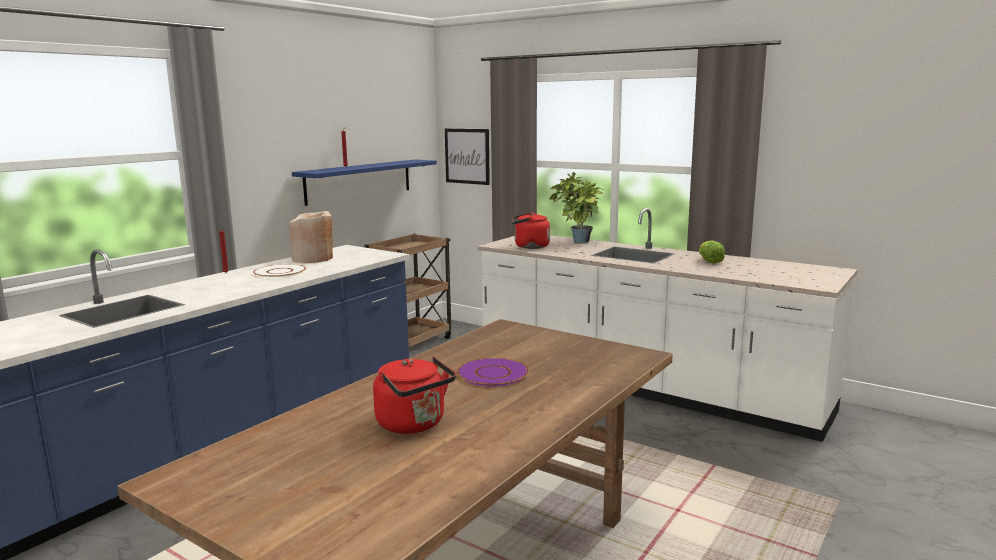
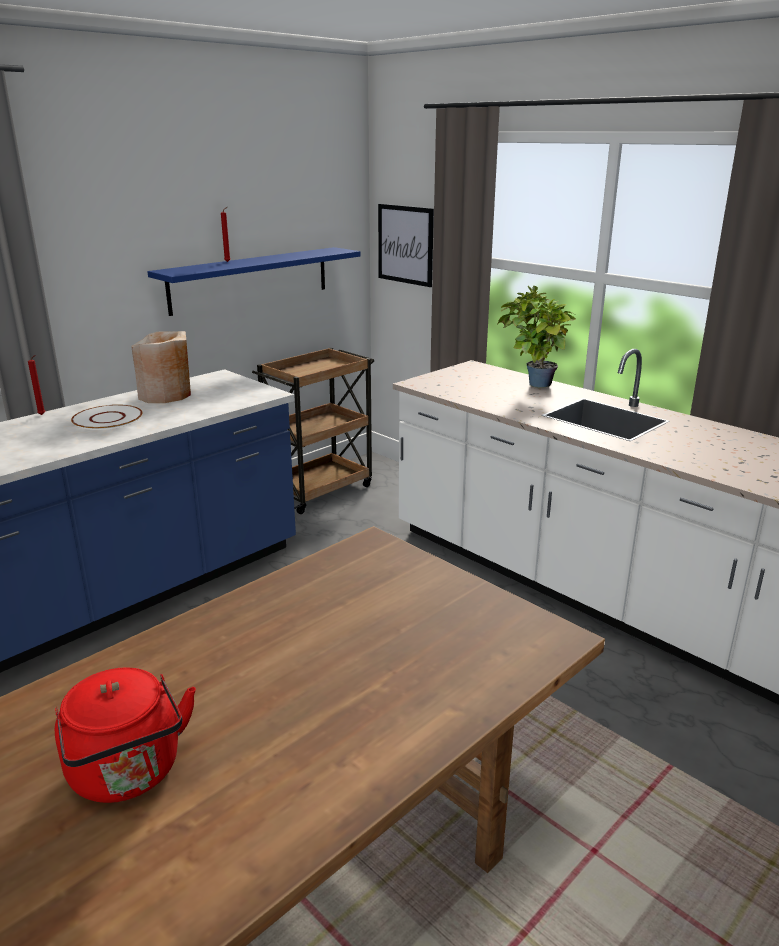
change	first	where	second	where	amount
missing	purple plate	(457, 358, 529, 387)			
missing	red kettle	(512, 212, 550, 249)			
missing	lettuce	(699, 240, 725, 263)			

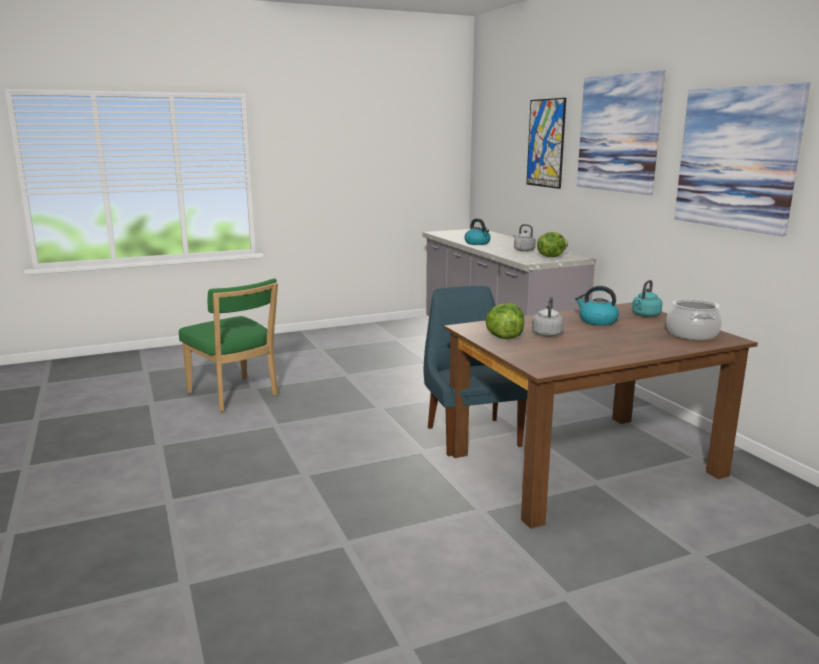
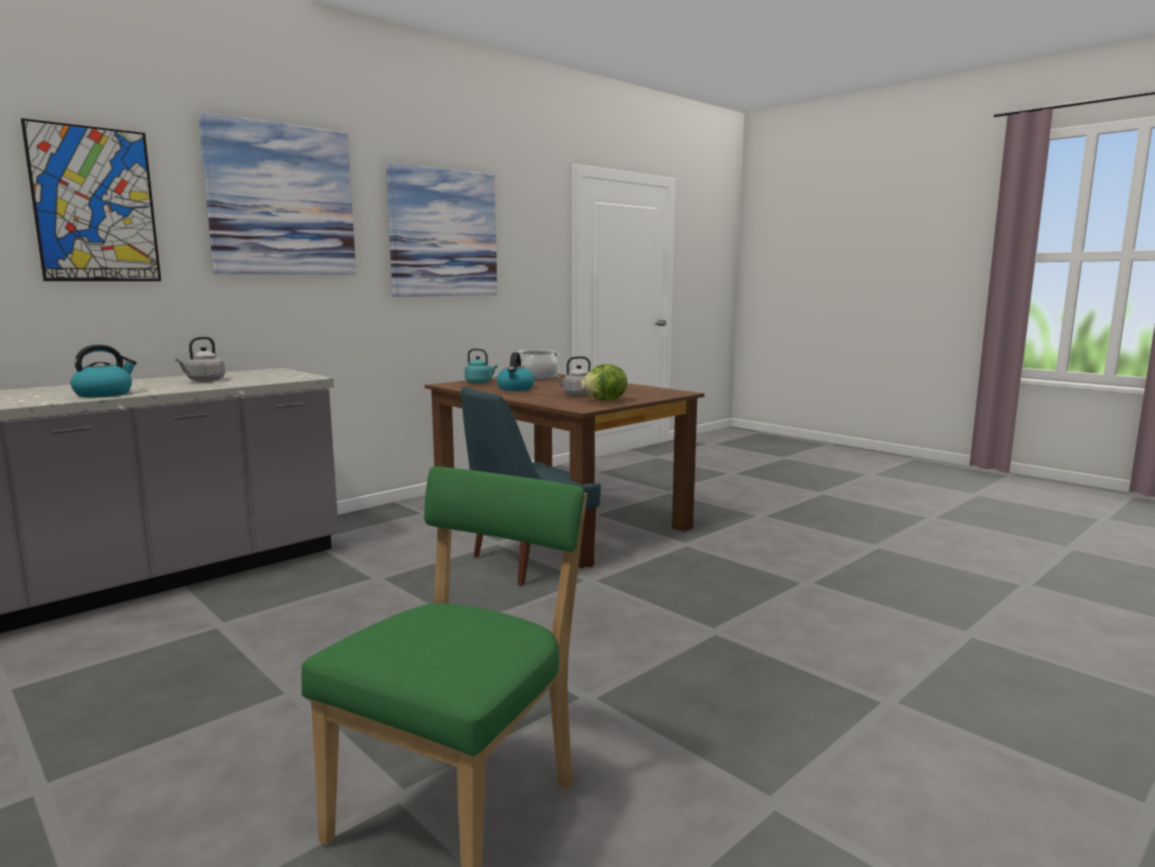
change	first	where	second	where	amount
missing	lettuce	(537, 232, 568, 257)			

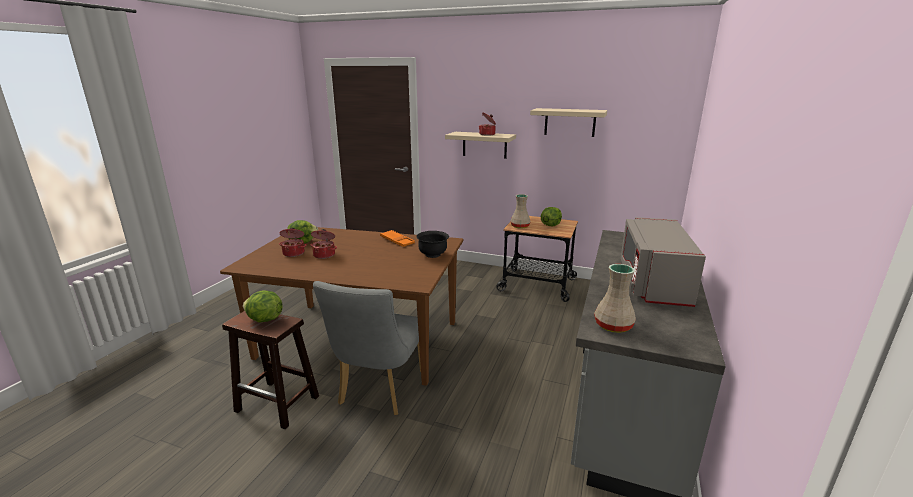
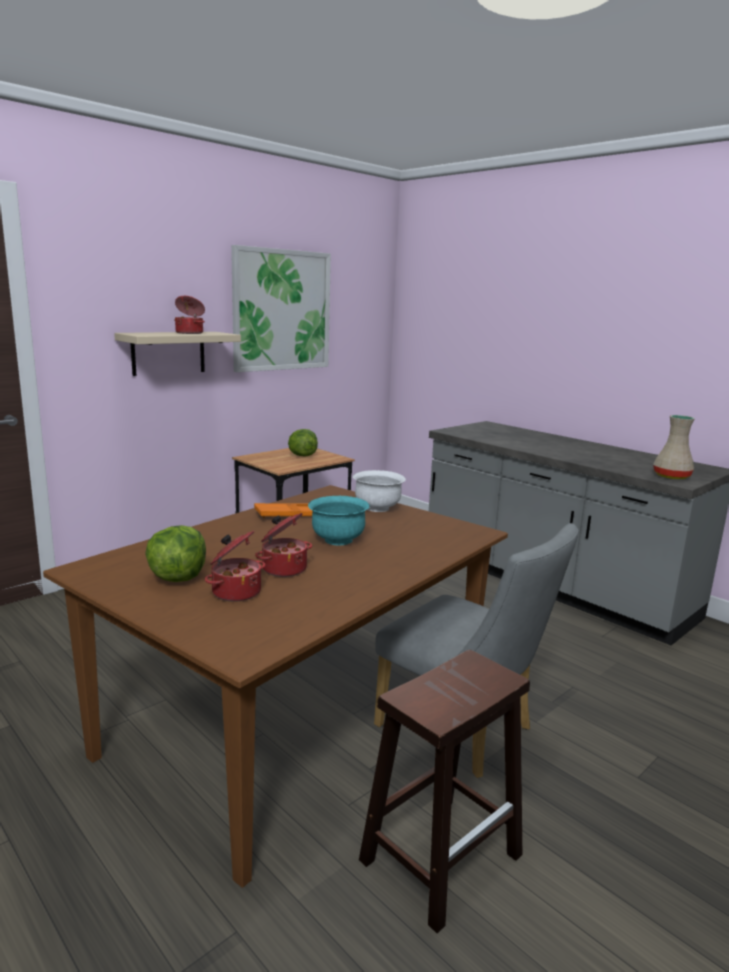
change	first	where	second	where	amount
missing	lettuce	(243, 291, 283, 323)			
colour	black bowl	(416, 231, 449, 258)	white bowl	(353, 470, 406, 512)	
missing	beige vase	(511, 194, 531, 229)			
exchanged	beige shelf	(530, 108, 607, 137)	picture	(231, 245, 331, 372)	
missing	grey microwave	(621, 217, 706, 307)			
appeared			turquoise bowl	(308, 496, 370, 545)	

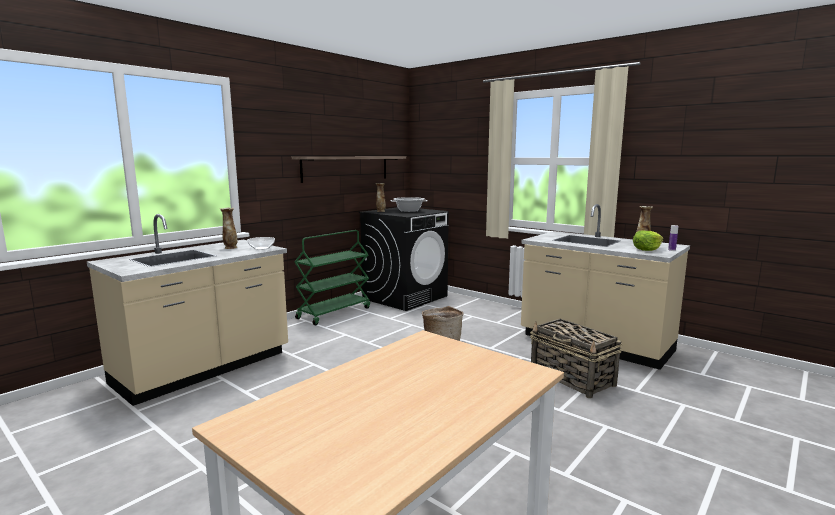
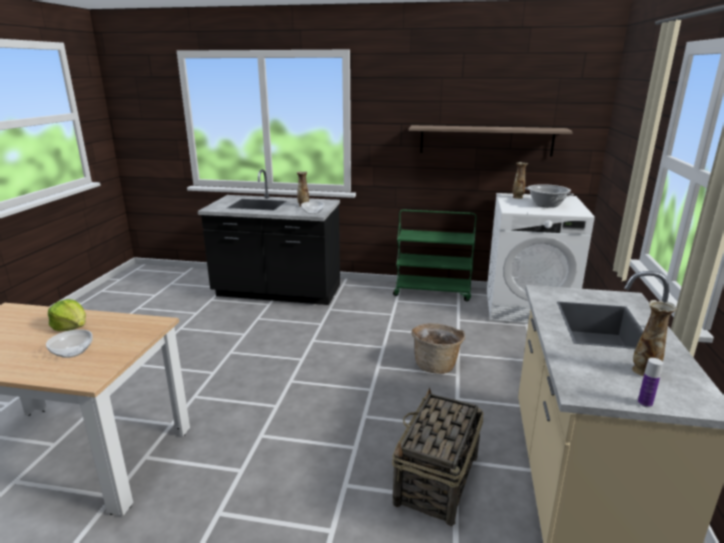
change	first	where	second	where	amount
colour	beige counter	(87, 214, 288, 406)	black counter	(198, 169, 340, 305)	
colour	black washing machine	(359, 207, 449, 311)	white washing machine	(487, 193, 595, 324)	
relocated	lettuce	(633, 230, 664, 251)		(48, 299, 86, 331)	
appeared			bowl	(46, 329, 93, 358)	

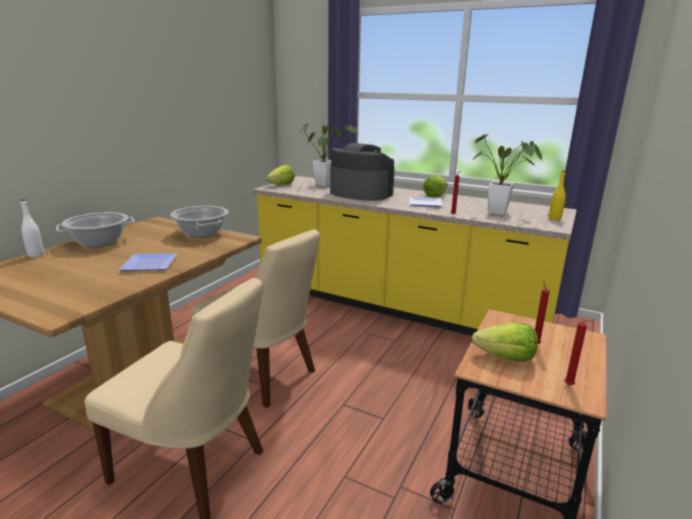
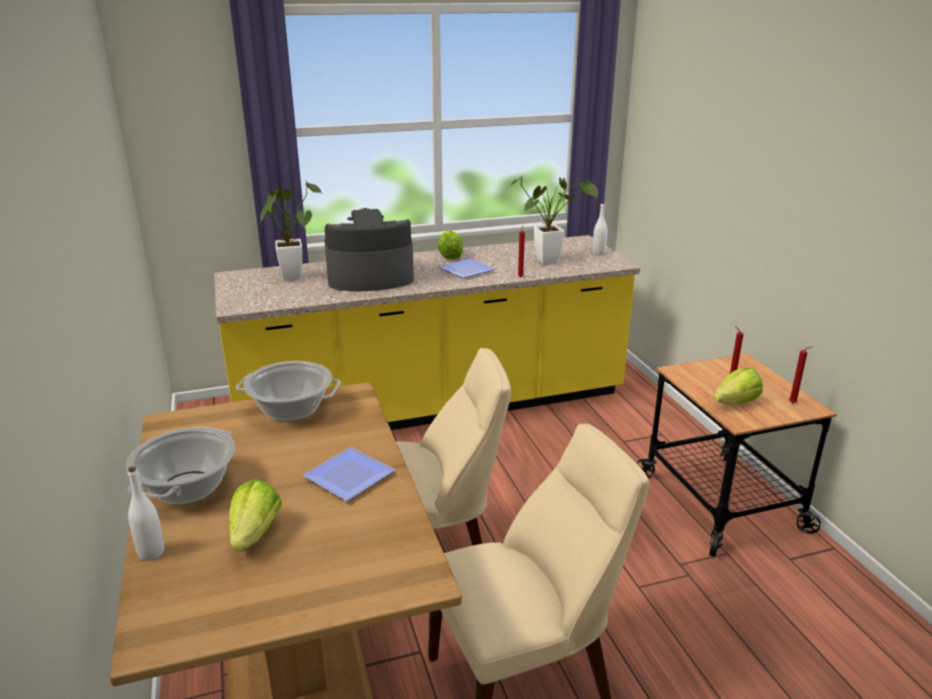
change	first	where	second	where	amount
relocated	lettuce	(266, 165, 295, 185)		(229, 479, 282, 552)	
colour	yellow bottle	(549, 171, 566, 220)	white bottle	(592, 202, 607, 255)	

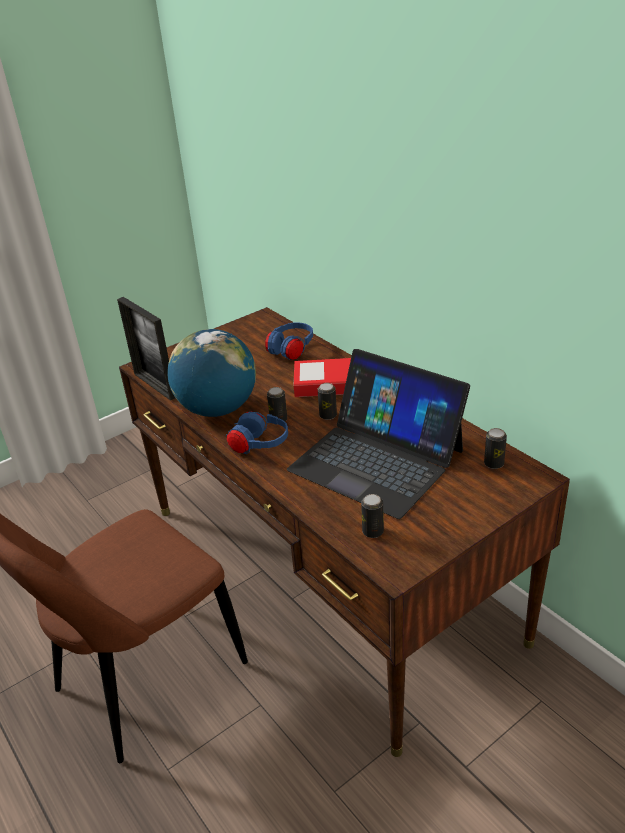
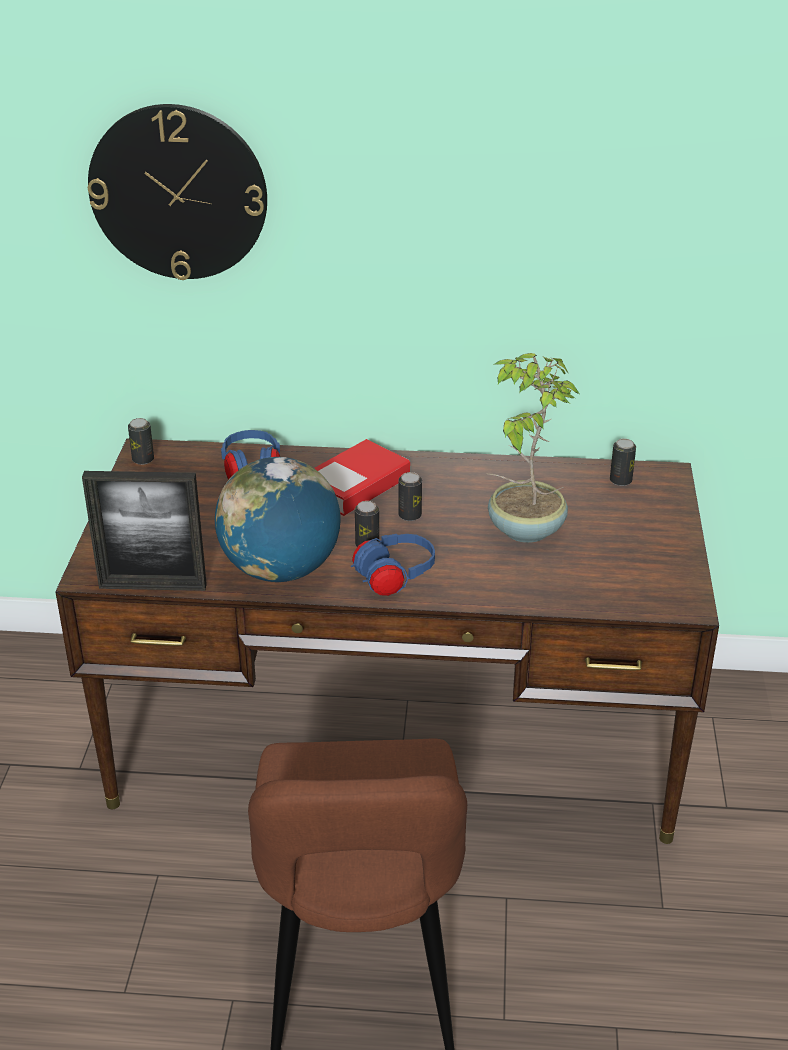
change	first	where	second	where	amount
exchanged	laptop	(287, 349, 470, 519)	potted plant	(488, 353, 581, 543)	
relocated	can	(361, 494, 384, 538)		(128, 418, 154, 465)	
appeared			wall clock	(88, 104, 267, 280)	

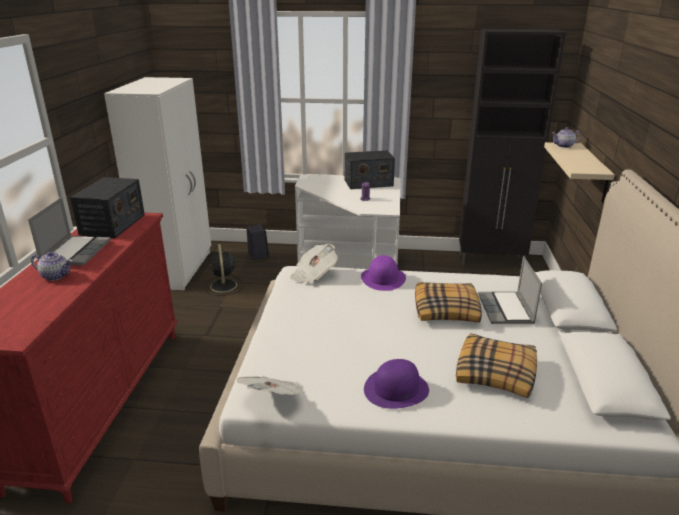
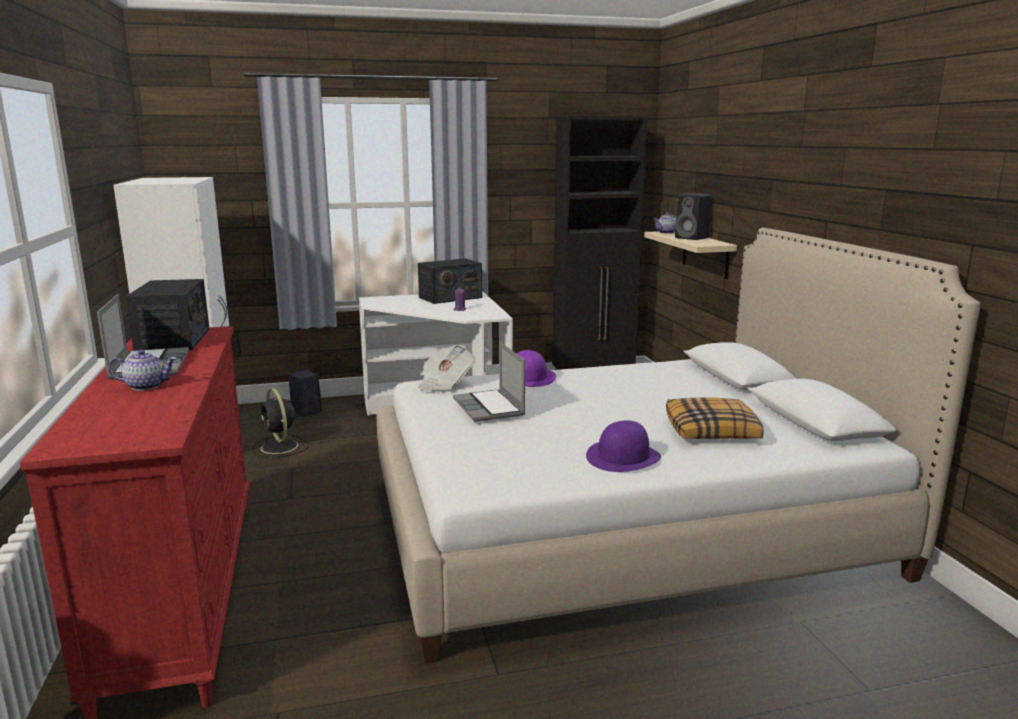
change	first	where	second	where	amount
missing	newspaper	(237, 376, 301, 395)			
missing	pillow	(415, 282, 482, 322)			
relocated	laptop	(478, 256, 542, 324)		(453, 342, 525, 422)	
appeared			black speaker	(675, 193, 711, 240)	

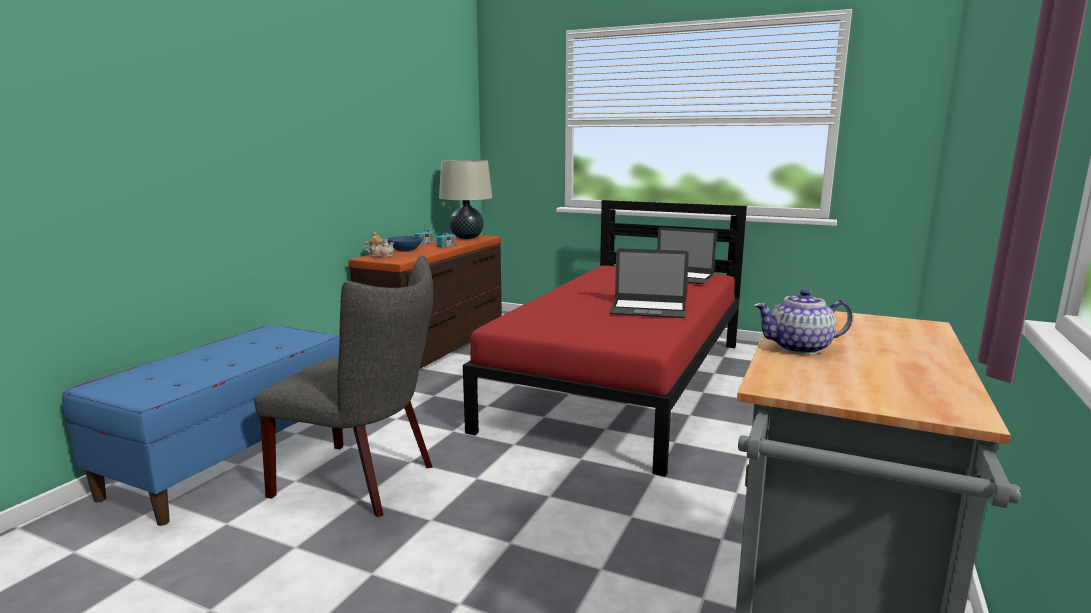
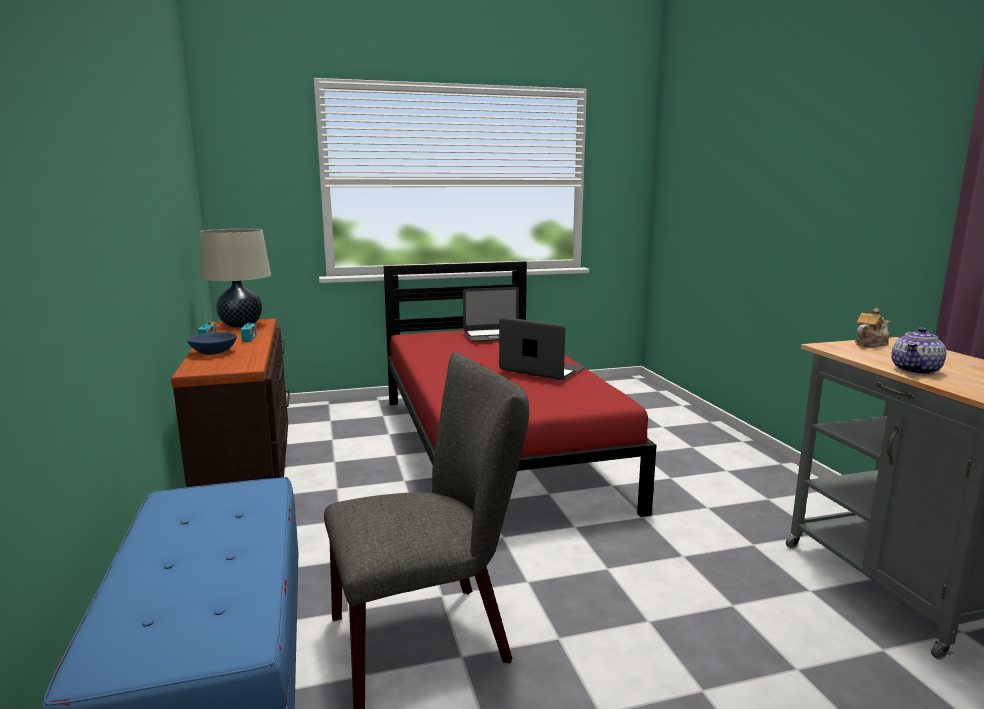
change	first	where	second	where	amount
relocated	teapot	(364, 232, 394, 257)		(855, 308, 890, 348)	
spun	laptop	(610, 249, 689, 318)		(499, 317, 585, 380)	120 degrees counterclockwise

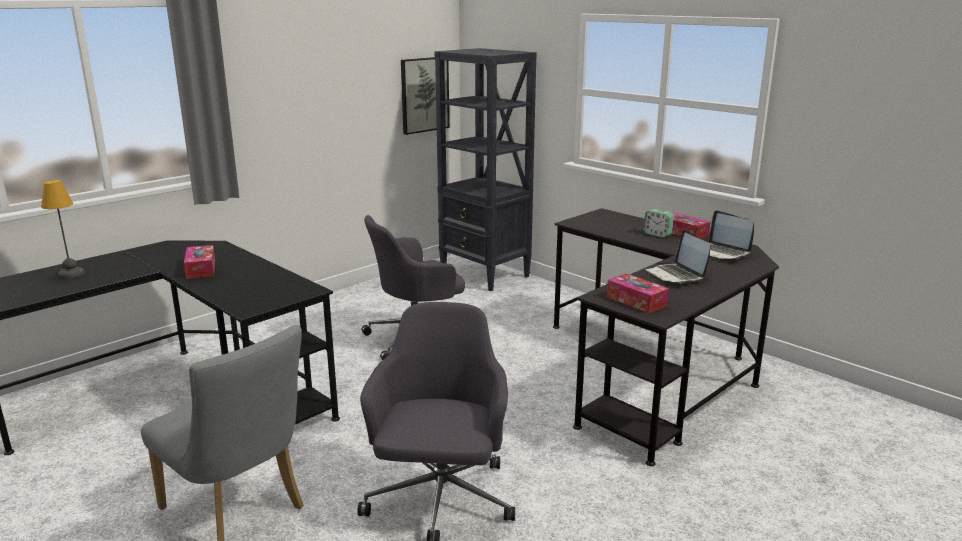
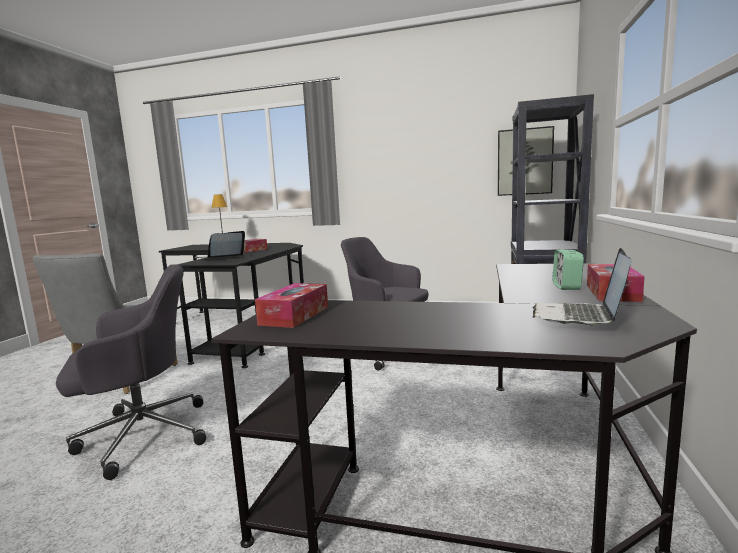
change	first	where	second	where	amount
relocated	laptop	(644, 229, 711, 284)		(194, 231, 246, 259)	

